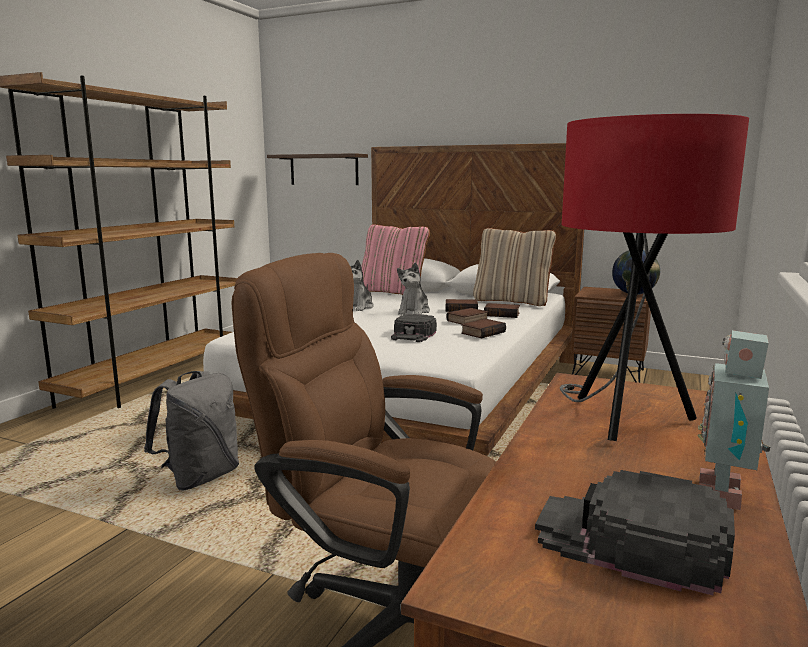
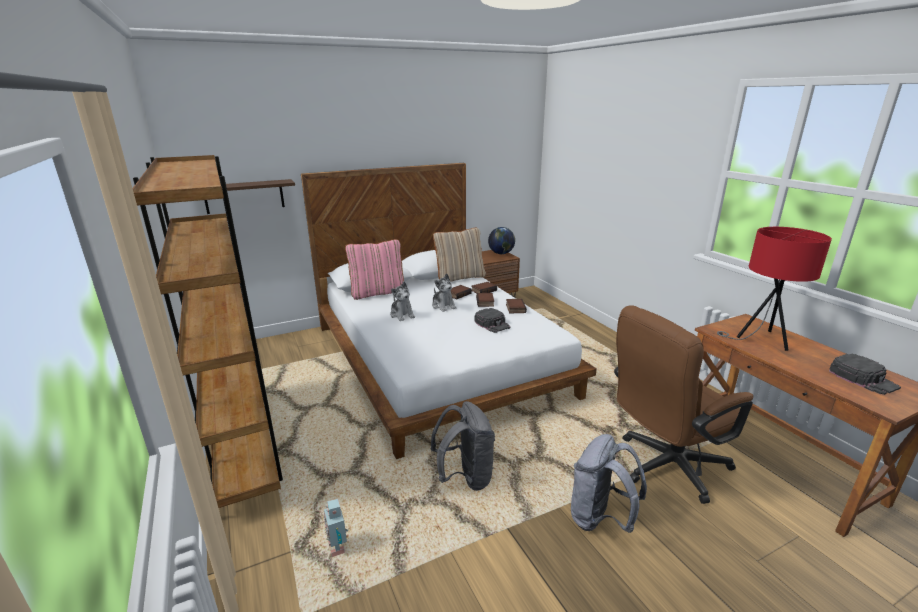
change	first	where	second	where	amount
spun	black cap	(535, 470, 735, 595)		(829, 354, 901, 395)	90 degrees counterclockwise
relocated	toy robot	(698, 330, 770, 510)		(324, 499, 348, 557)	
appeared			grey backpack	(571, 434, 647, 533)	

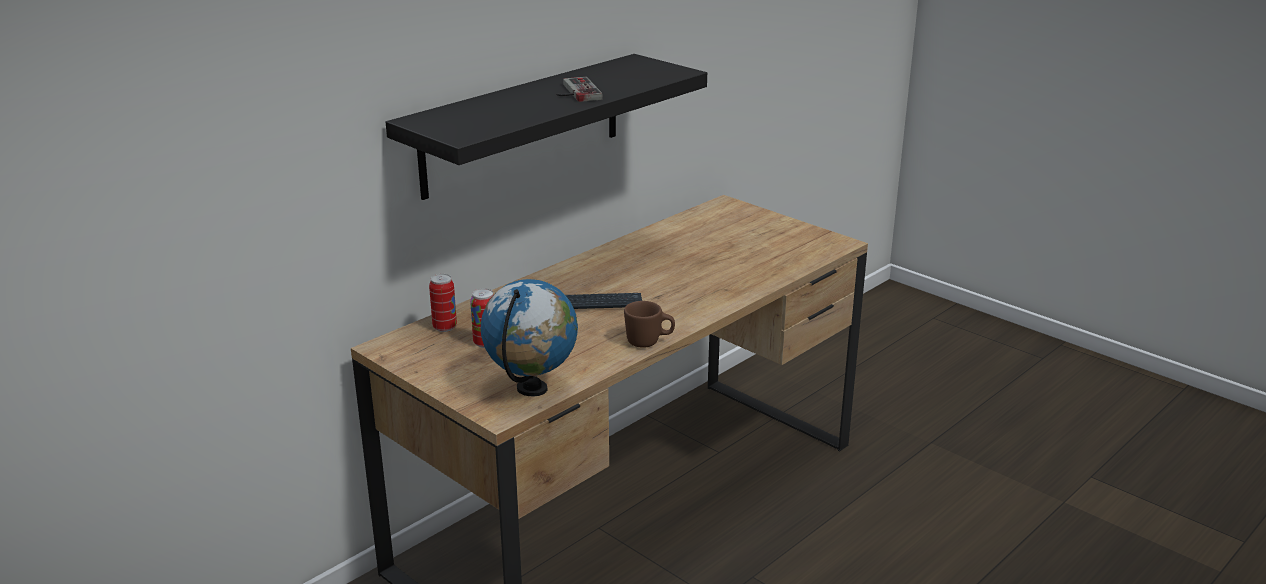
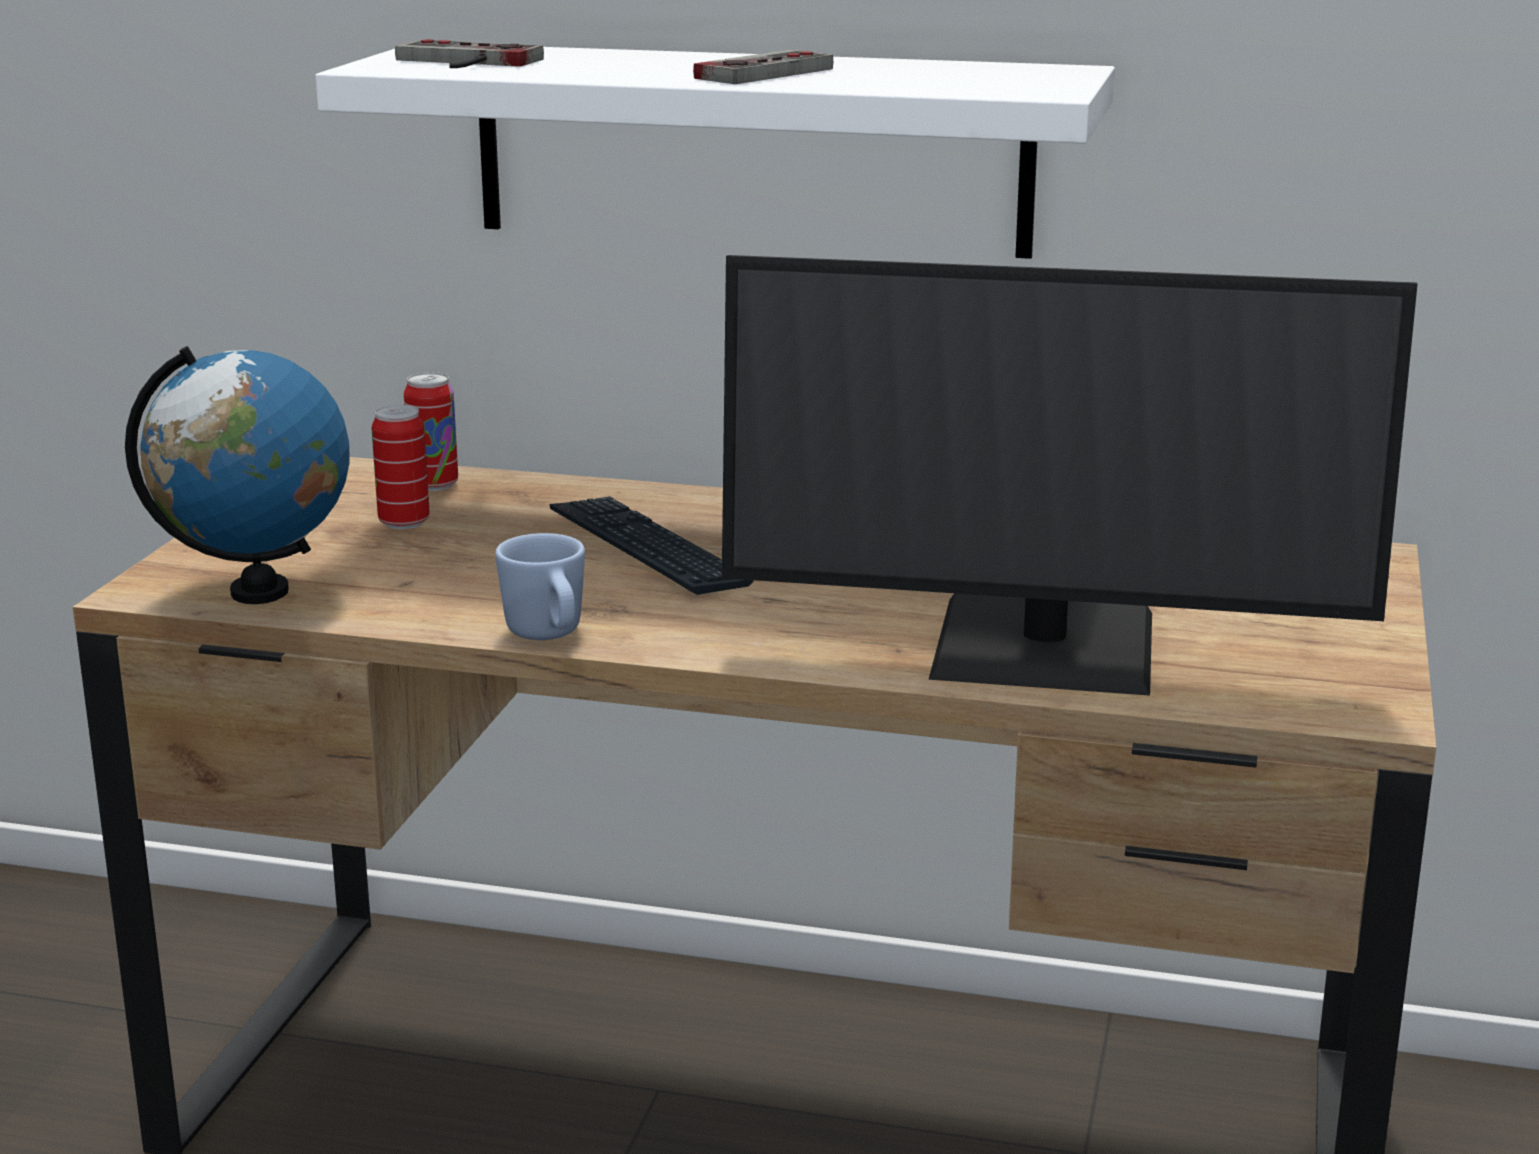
change	first	where	second	where	amount
colour	black shelf	(386, 54, 707, 200)	white shelf	(315, 47, 1115, 259)	
colour	brown mug	(624, 301, 675, 348)	blue mug	(495, 533, 585, 640)	
appeared			game controller	(395, 39, 544, 68)	
appeared			monitor	(722, 255, 1418, 696)	

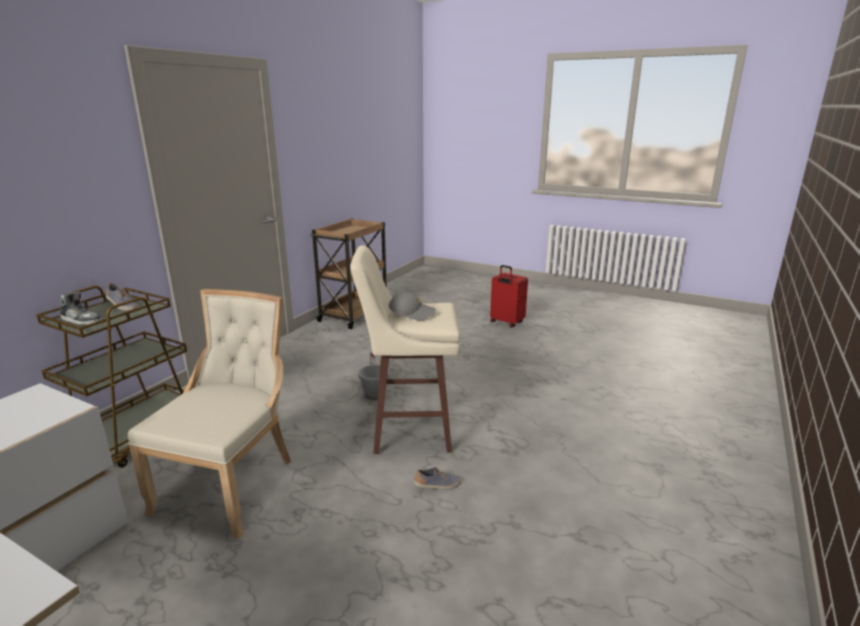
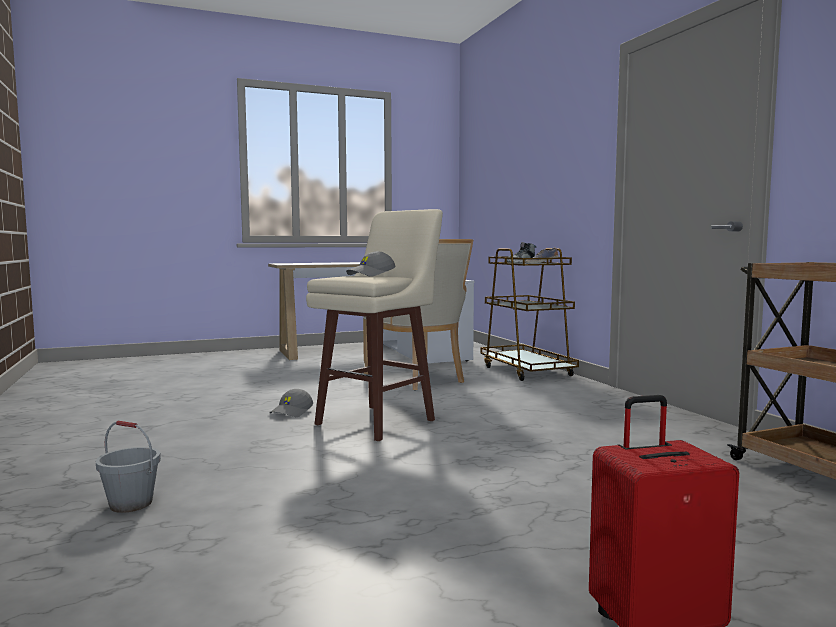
change	first	where	second	where	amount
relocated	grey bucket	(358, 352, 390, 400)		(96, 421, 161, 513)	
exchanged	shoe	(414, 467, 461, 490)	grey cap	(270, 389, 313, 417)	

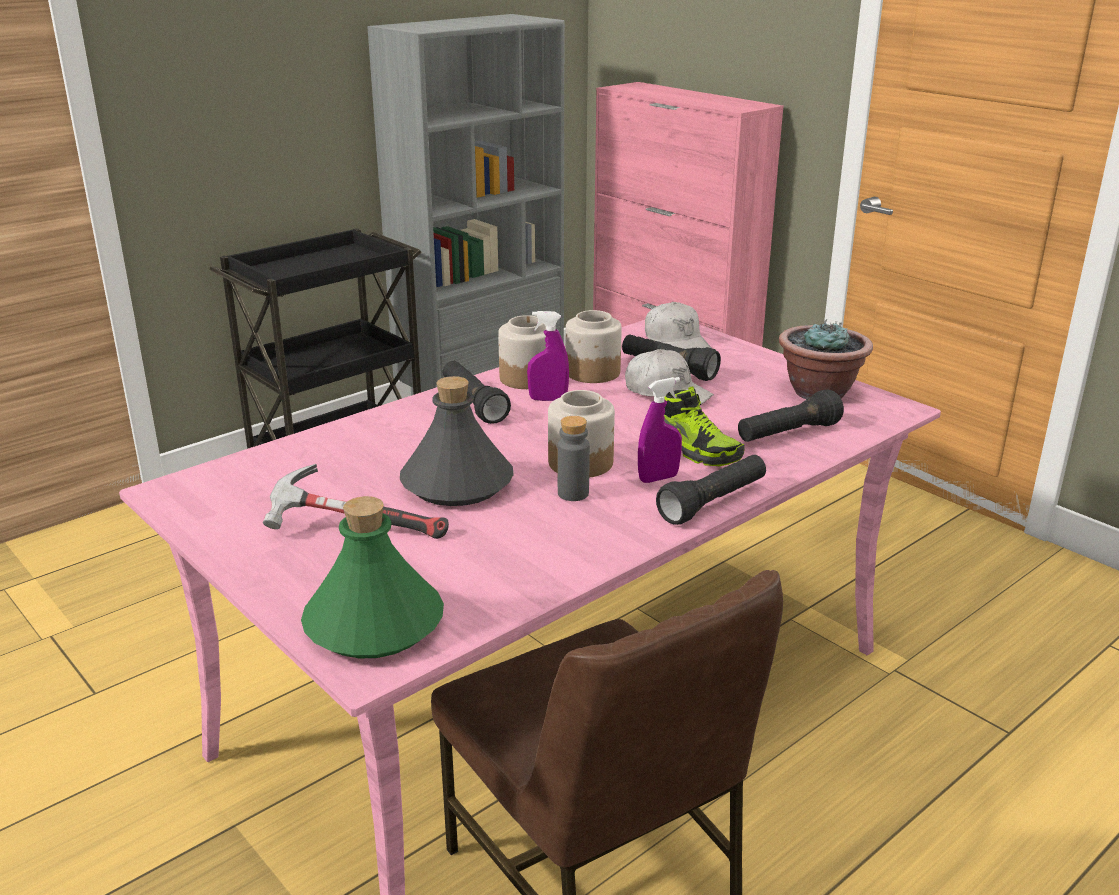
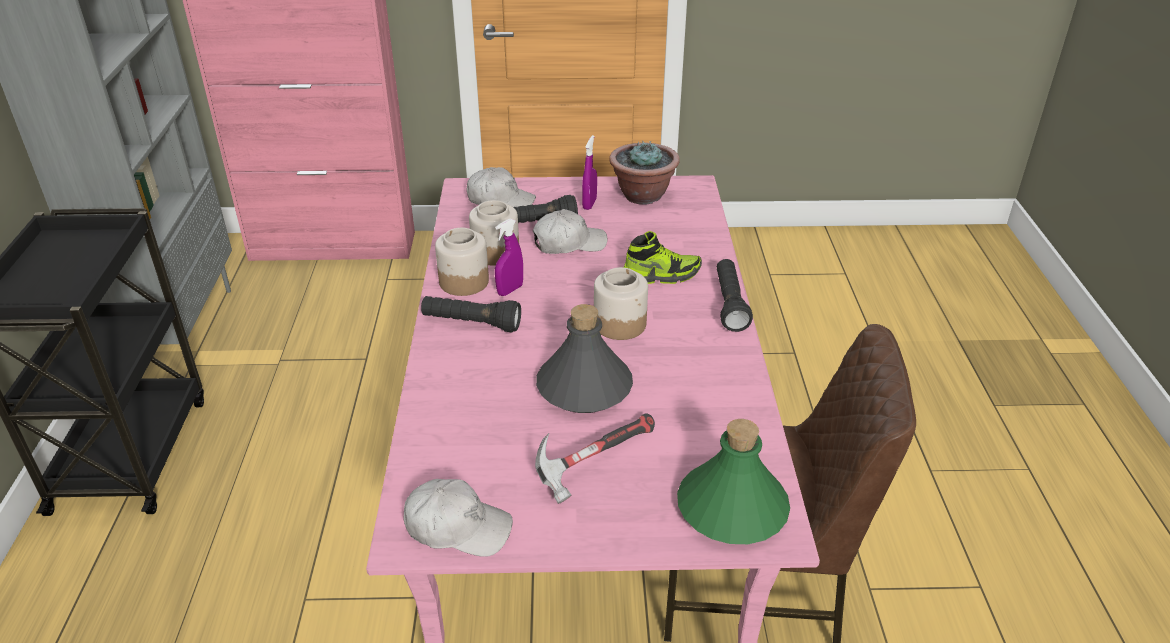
change	first	where	second	where	amount
missing	grey bottle	(558, 416, 590, 501)			
relocated	purple spray bottle	(638, 377, 682, 483)		(582, 135, 597, 210)	
missing	black flashlight	(738, 389, 844, 442)			
appeared			white cap	(404, 479, 513, 557)	

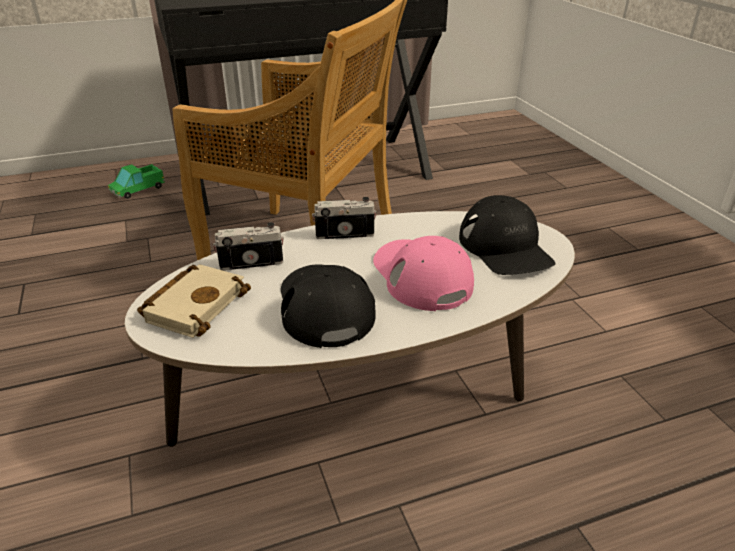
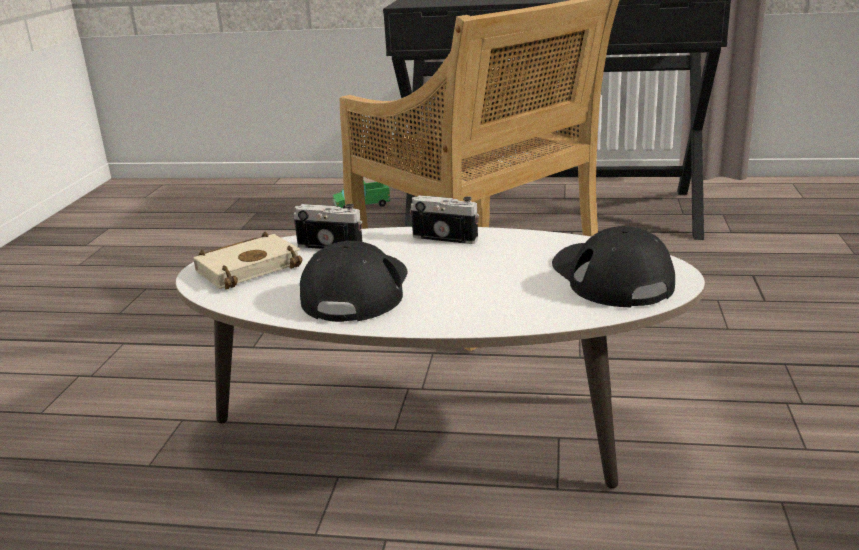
change	first	where	second	where	amount
missing	pink cap	(373, 236, 474, 311)			
spun	black cap	(459, 195, 556, 275)		(552, 226, 675, 307)	150 degrees clockwise

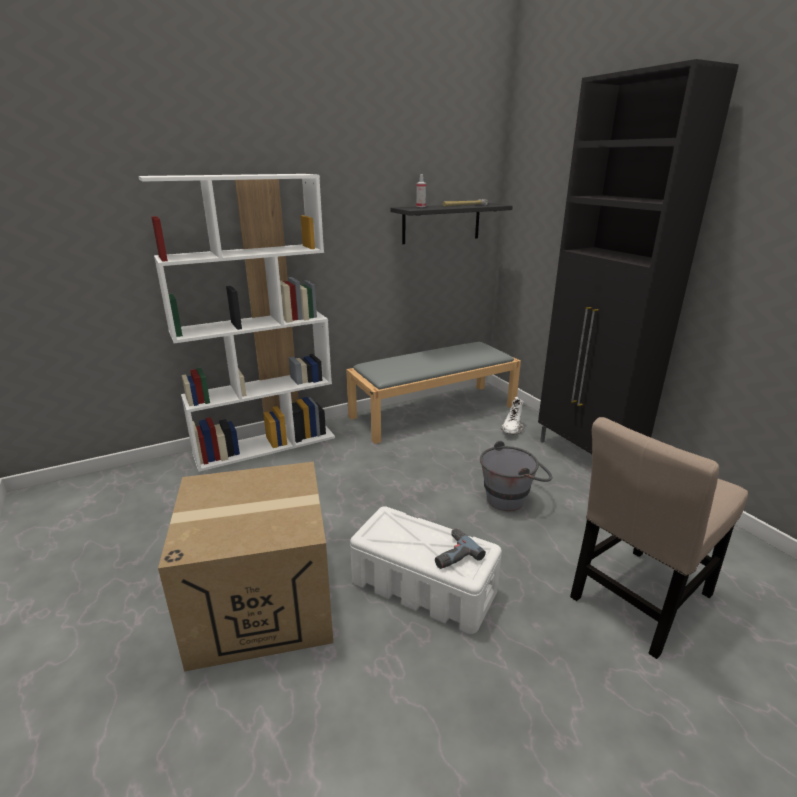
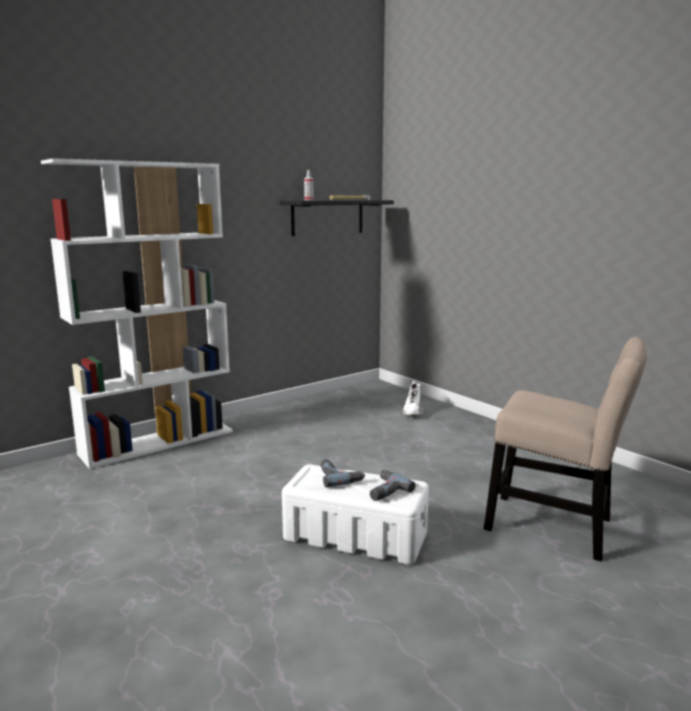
change	first	where	second	where	amount
missing	cardboard box	(158, 462, 333, 672)			
missing	grey bench	(346, 342, 521, 444)			
missing	grey bucket	(480, 441, 552, 511)			
missing	black cabinet	(538, 59, 739, 454)			
spun	beige chair	(570, 417, 748, 659)		(484, 337, 647, 561)	105 degrees counterclockwise
appeared			power drill	(320, 459, 365, 487)	

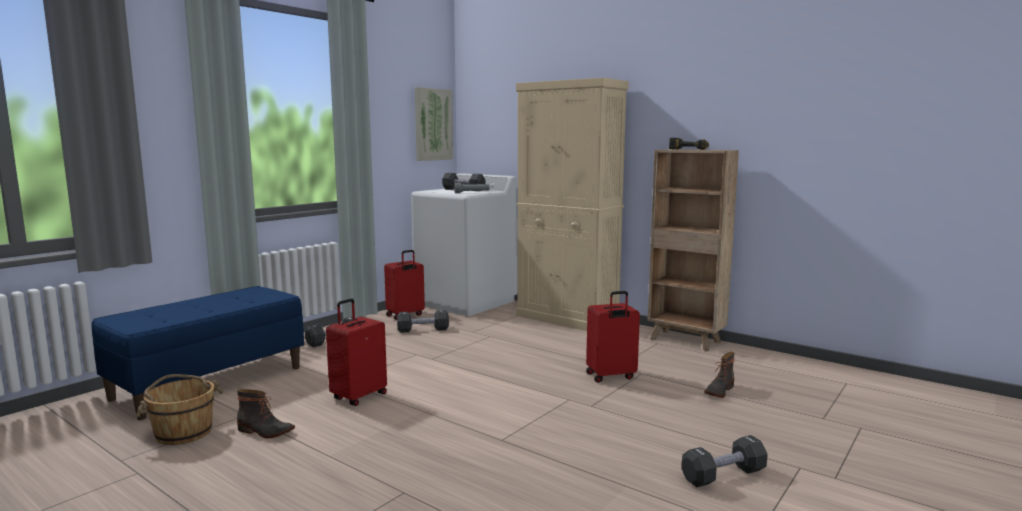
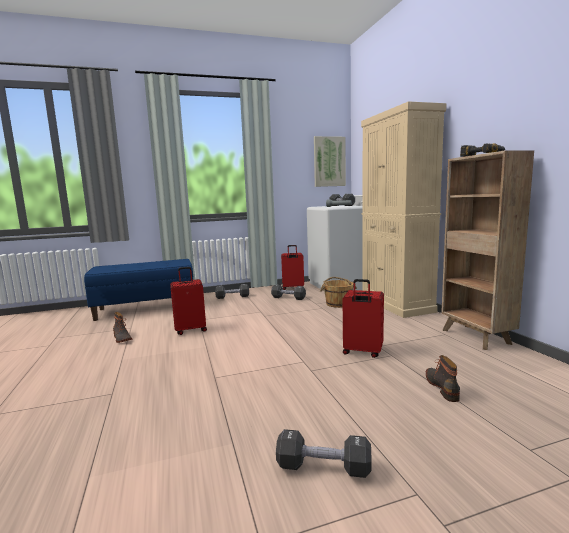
change	first	where	second	where	amount
relocated	brown bucket	(136, 374, 224, 445)		(320, 277, 357, 308)	
spun	boot	(704, 352, 734, 398)		(426, 355, 460, 402)	105 degrees clockwise

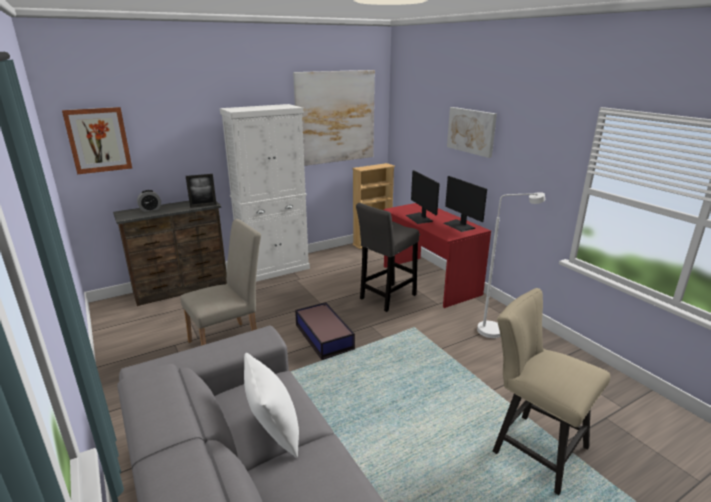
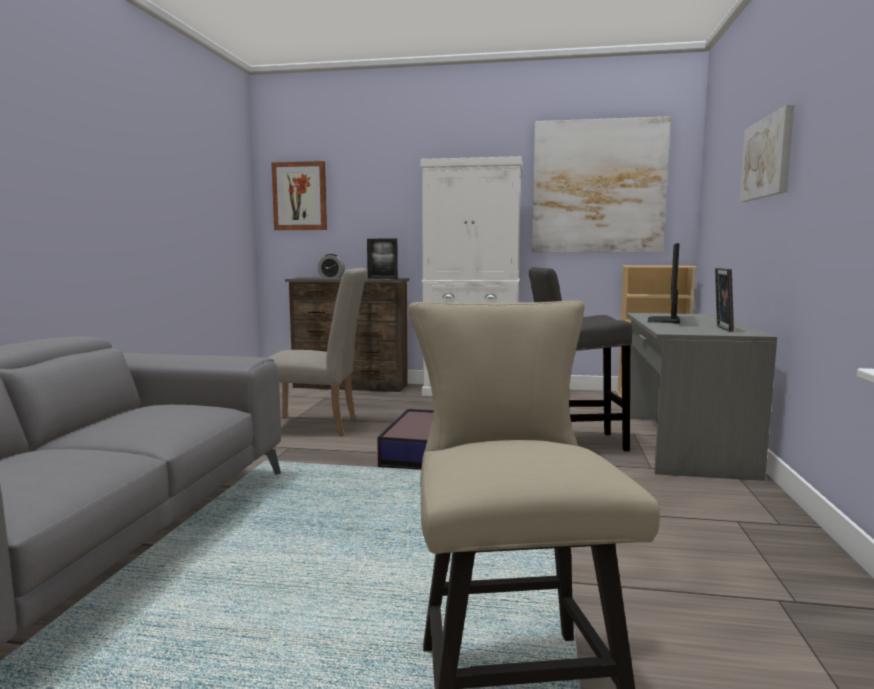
change	first	where	second	where	amount
missing	white pillow	(244, 353, 299, 458)			
colour	red desk	(383, 203, 491, 308)	grey desk	(627, 313, 777, 481)	
exchanged	monitor	(444, 176, 487, 232)	picture frame	(715, 268, 734, 332)	
missing	white floor lamp	(477, 192, 545, 338)			

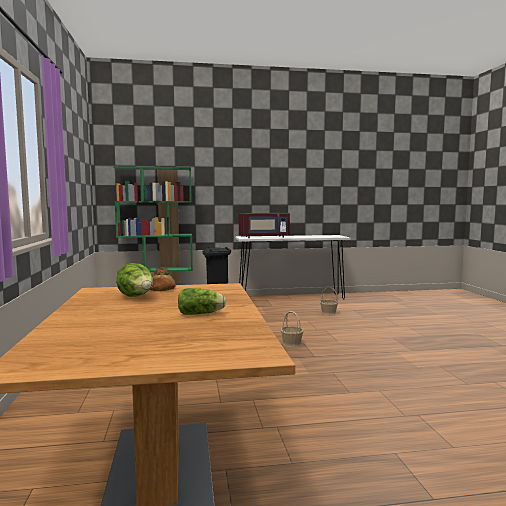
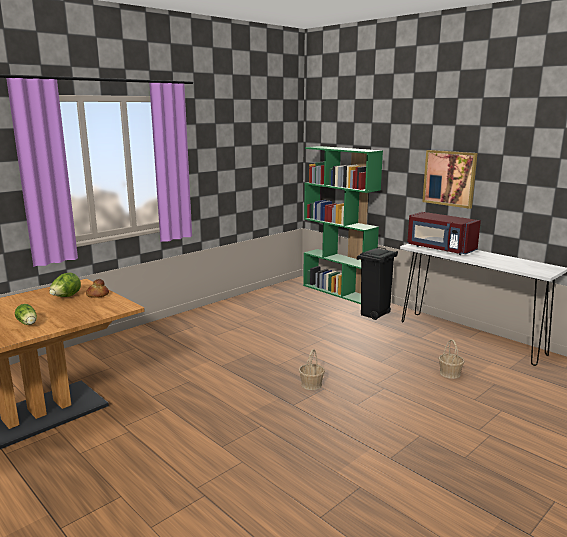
change	first	where	second	where	amount
appeared			picture	(422, 150, 478, 209)	

